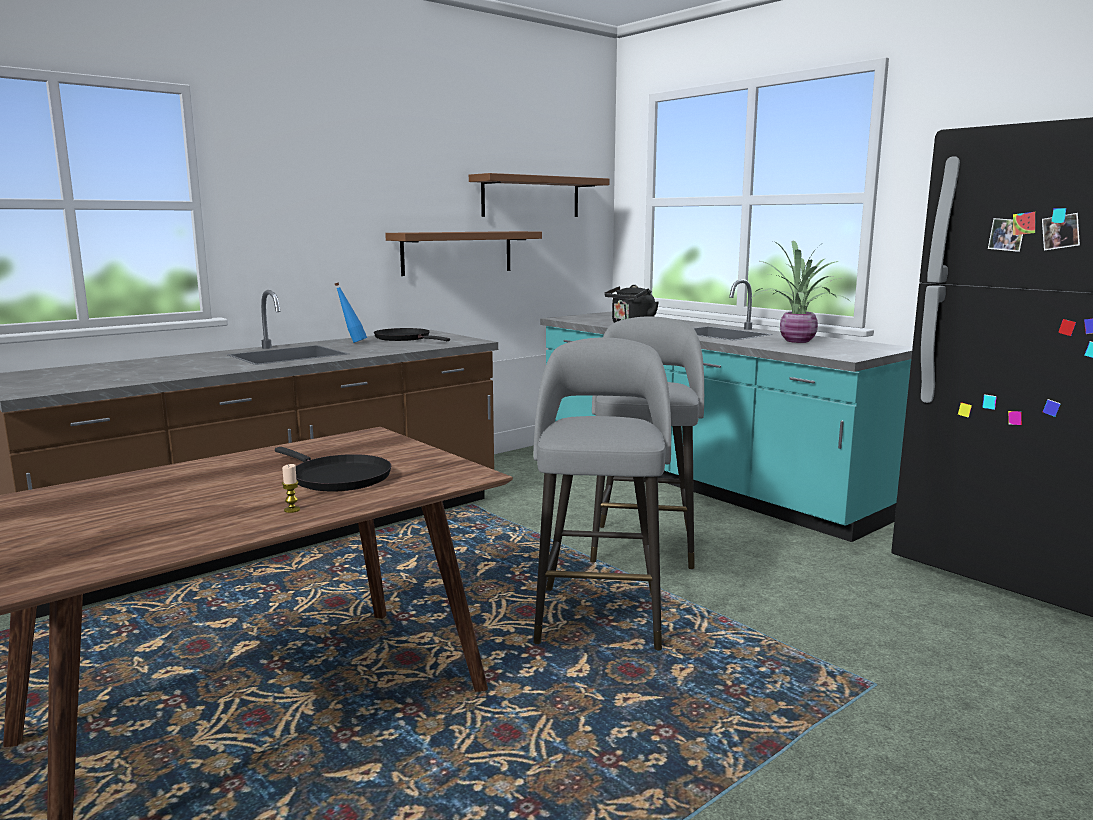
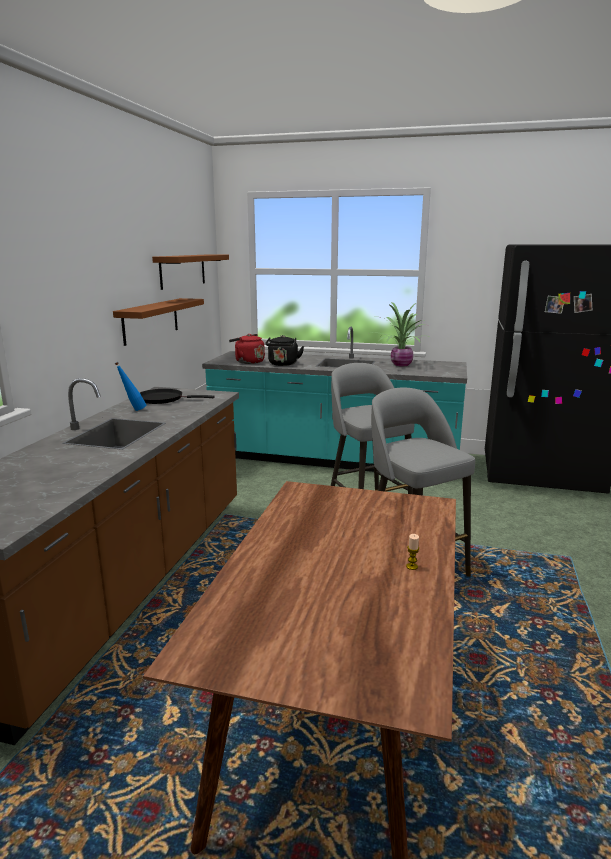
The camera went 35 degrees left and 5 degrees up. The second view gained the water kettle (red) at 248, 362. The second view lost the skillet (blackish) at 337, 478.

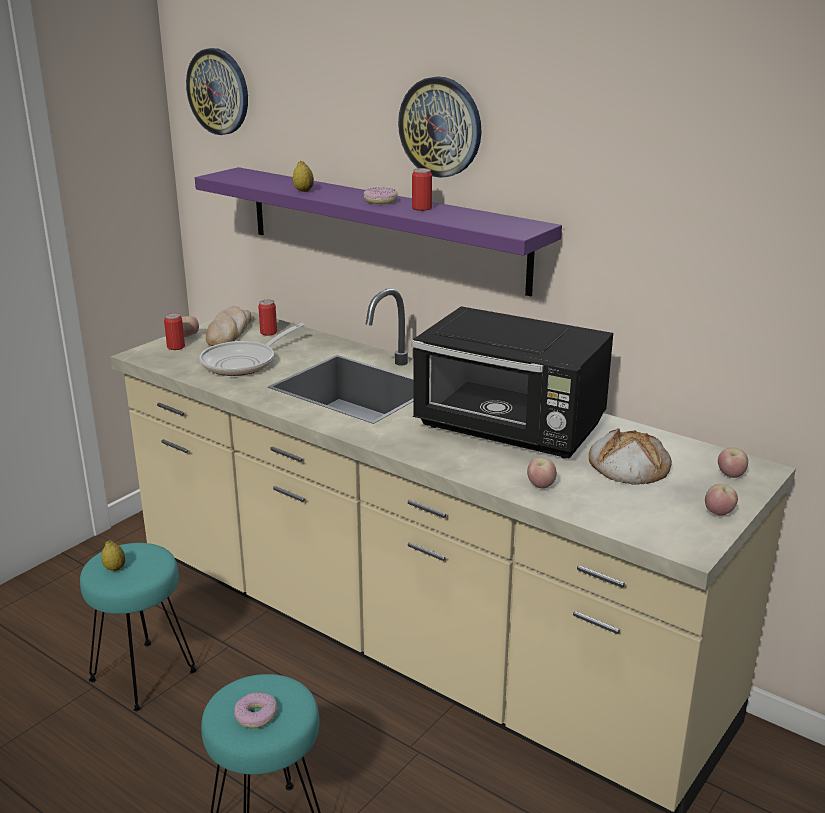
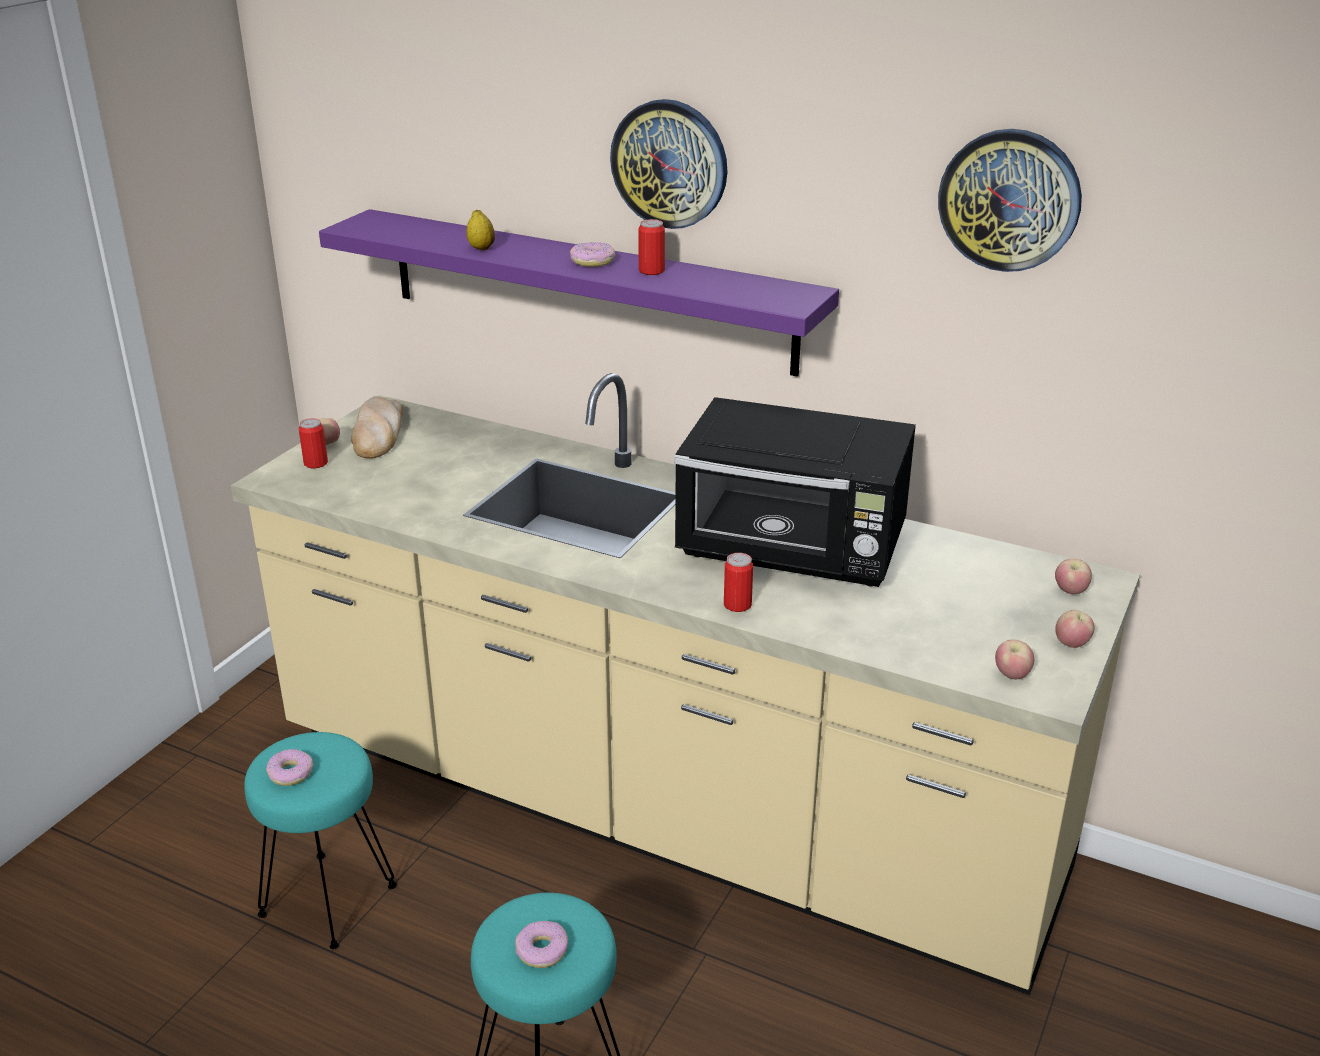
The camera went 10 degrees left and 5 degrees up. Where the lemon stood at 114, 568, the ring doughnut came to stand at 291, 773. The sealed can ended up elsewhere, having gone from 268, 332 to 737, 605. The wall clock ended up elsewhere, having gone from 218, 91 to 1009, 200. The whole apple ended up elsewhere, having gone from 540, 486 to 1011, 675. The second view lost the skillet at 244, 362. The second view lost the baked bread at 628, 465.

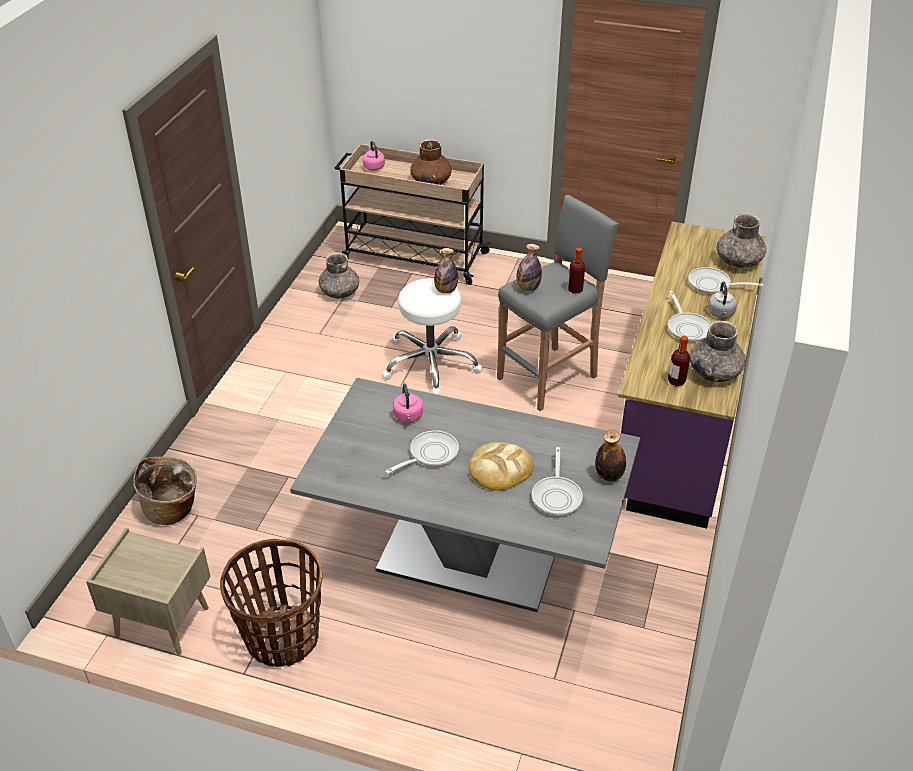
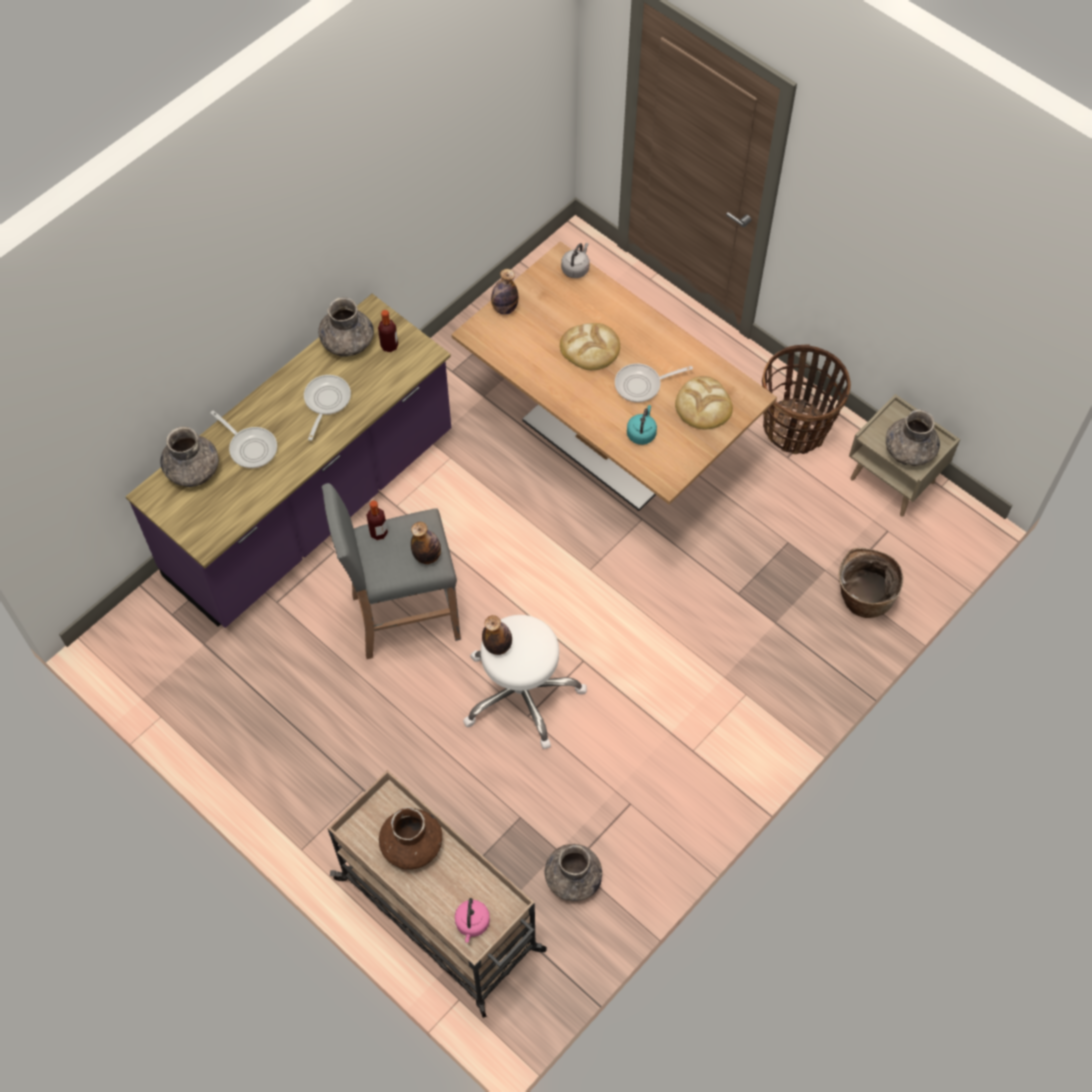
The camera went 155 degrees left and 20 degrees up. What was the kitchen table (greyish) at 468, 557 turned into the kitchen table (brown) at 607, 439. The water kettle (greyish) ended up elsewhere, having gone from 720, 314 to 576, 268. What was the water kettle (pink-coloured) at 408, 416 turned into the water kettle (turquoise) at 641, 433. The second view gained the baked bread at 703, 405. The second view gained the vase (greyish) at 909, 451. The second view lost the skillet at 557, 496.

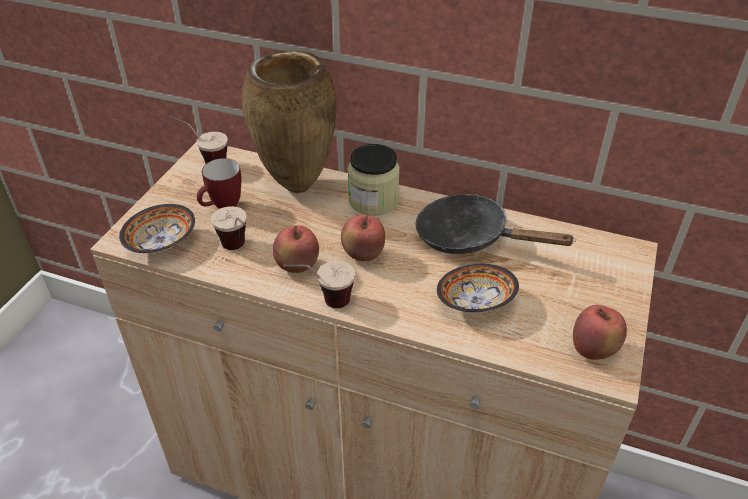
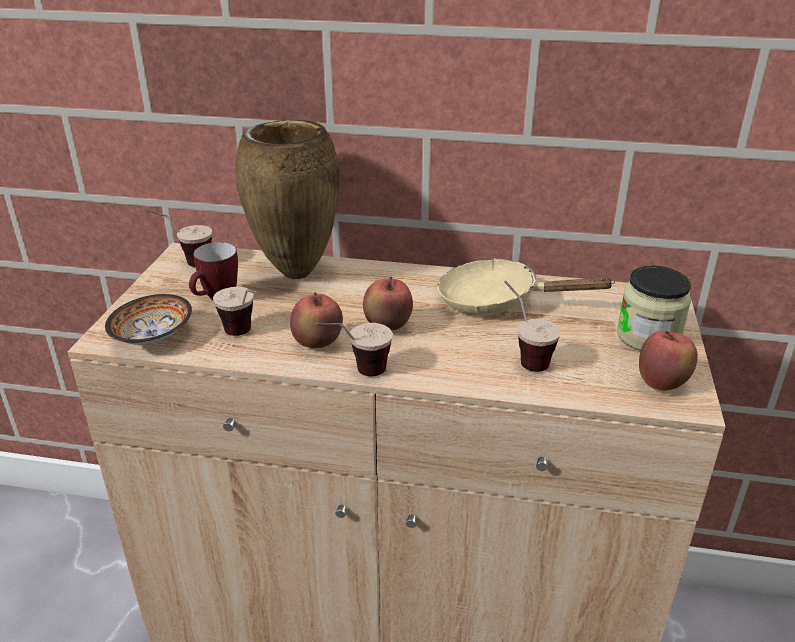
The camera went 10 degrees left and 10 degrees down. What was the skillet (blackish) at 470, 237 turned into the skillet (sand-coloured) at 497, 300. Where the serving bowl stood at 475, 303, the small cup came to stand at 523, 356. The storage jar ended up elsewhere, having gone from 373, 200 to 648, 336.

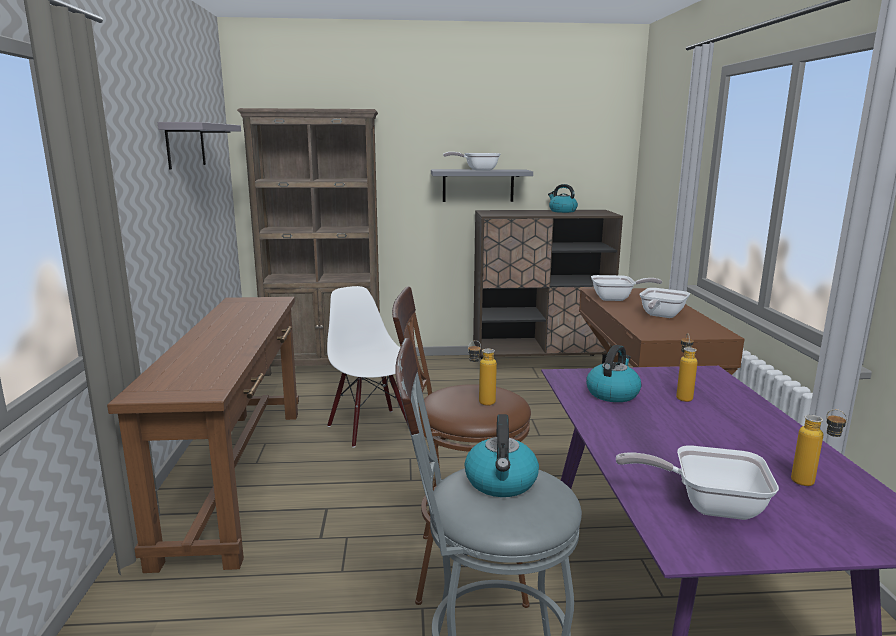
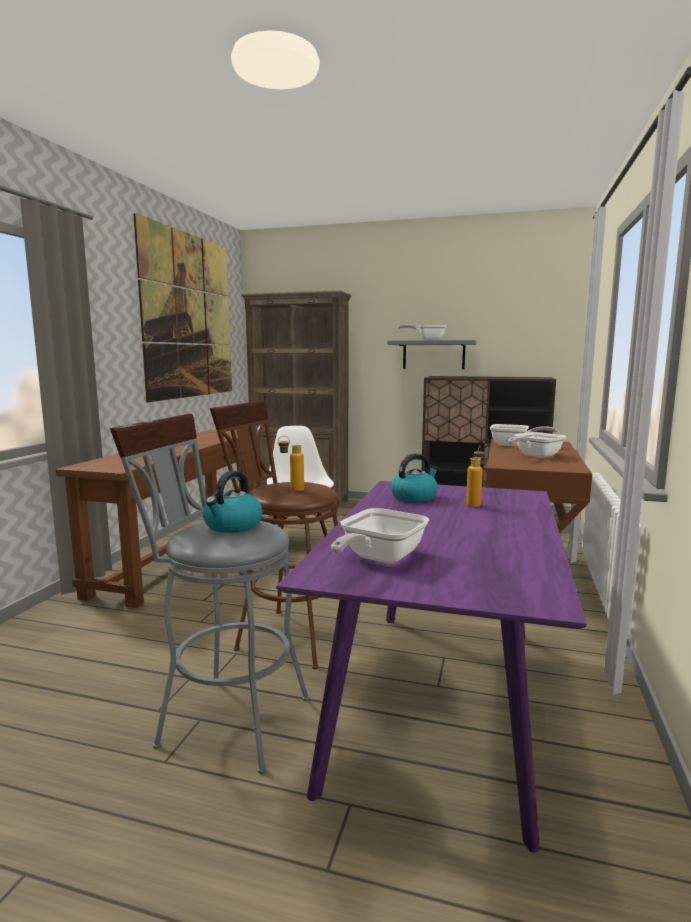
The camera went 20 degrees right and 5 degrees down. Where the bracket shelf (greyish) hung at 185, 145, the wall picture came to hang at 189, 316. The skillet at 707, 504 ended up facing another way, 90 degrees counterclockwise from before. The second view lost the water kettle at 562, 211. The second view lost the bottle at 811, 485.

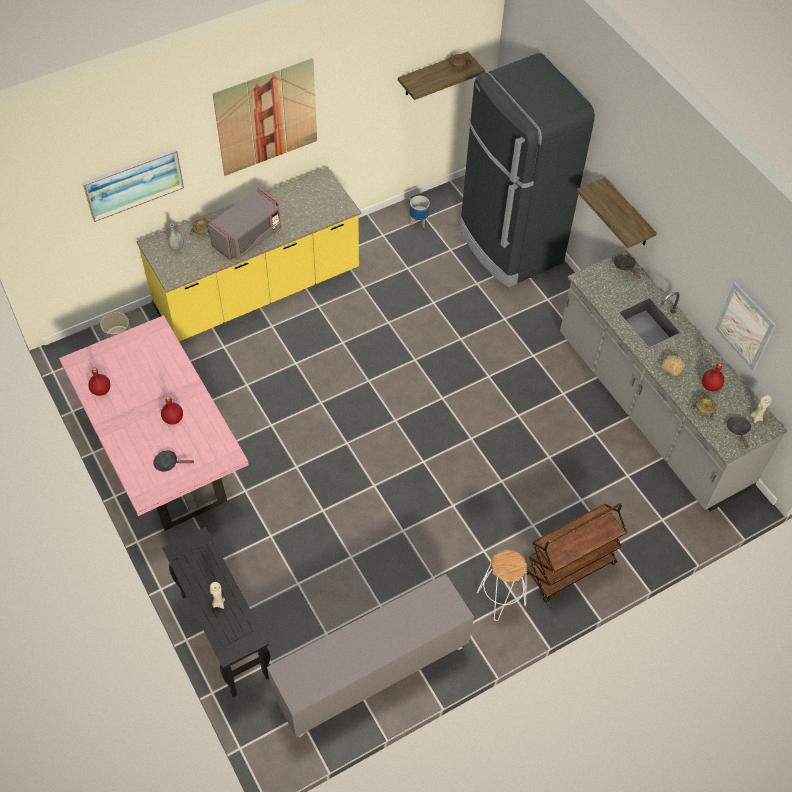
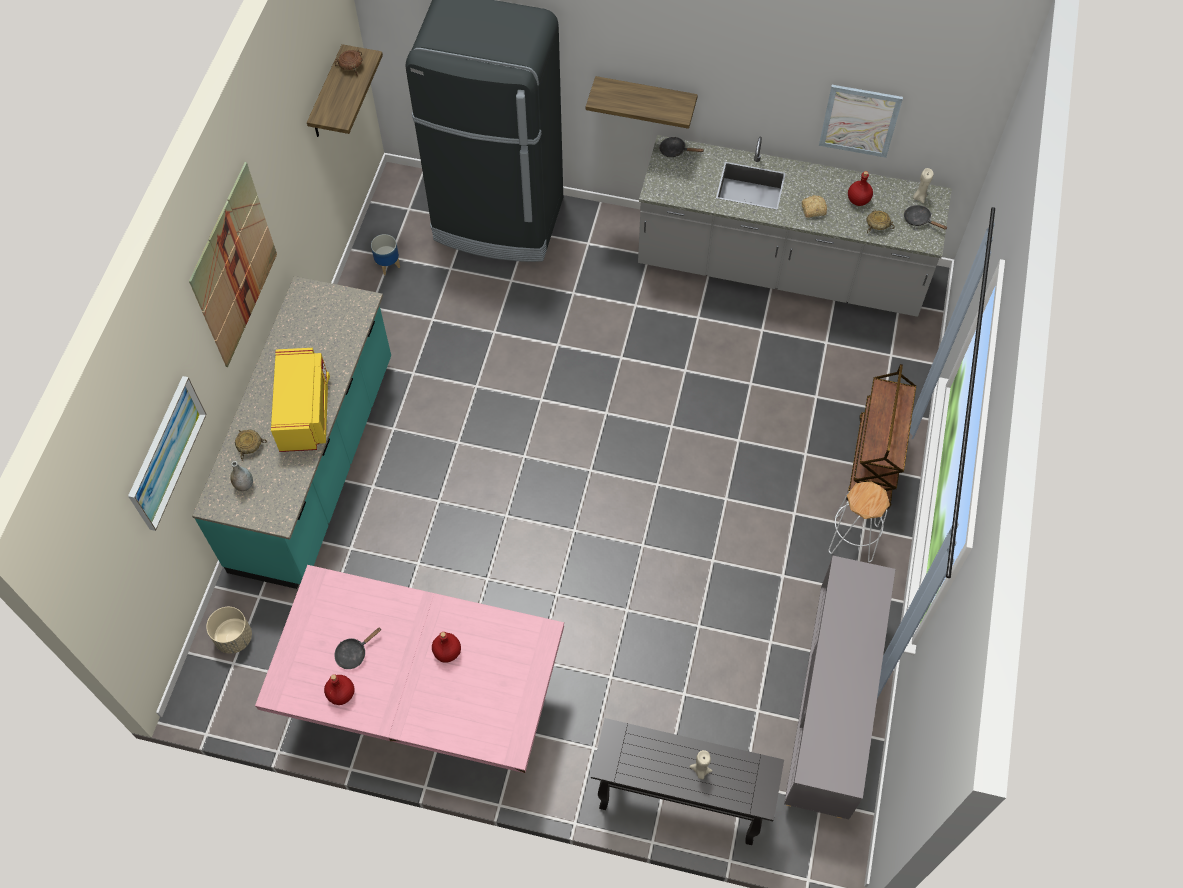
The camera went 45 degrees left and 5 degrees up. What was the counter (yellow-coloured) at 258, 290 turned into the counter (turquoise) at 315, 464. What was the microwave (greyish) at 248, 237 turned into the microwave (yellow-coloured) at 304, 412. The skillet (blackish) ended up elsewhere, having gone from 169, 463 to 354, 653.

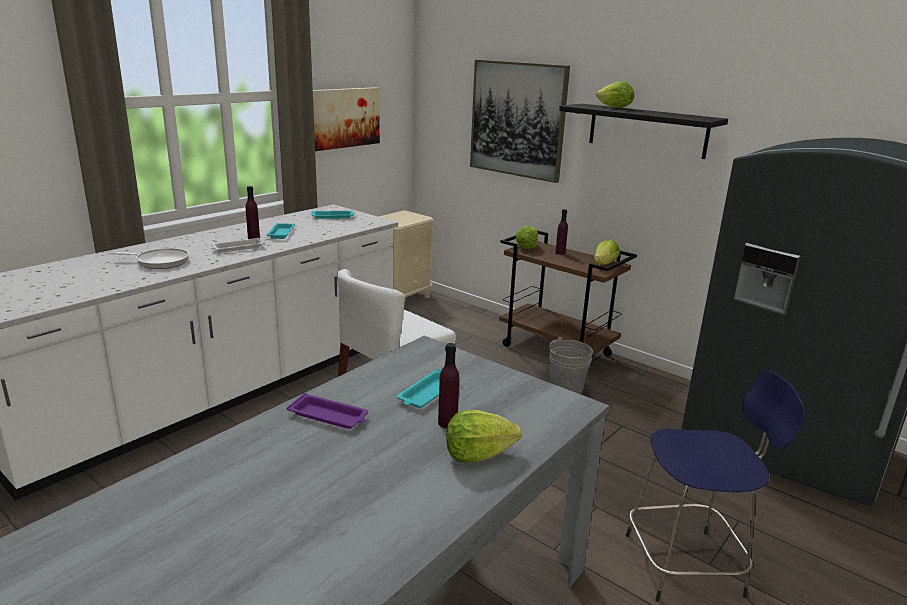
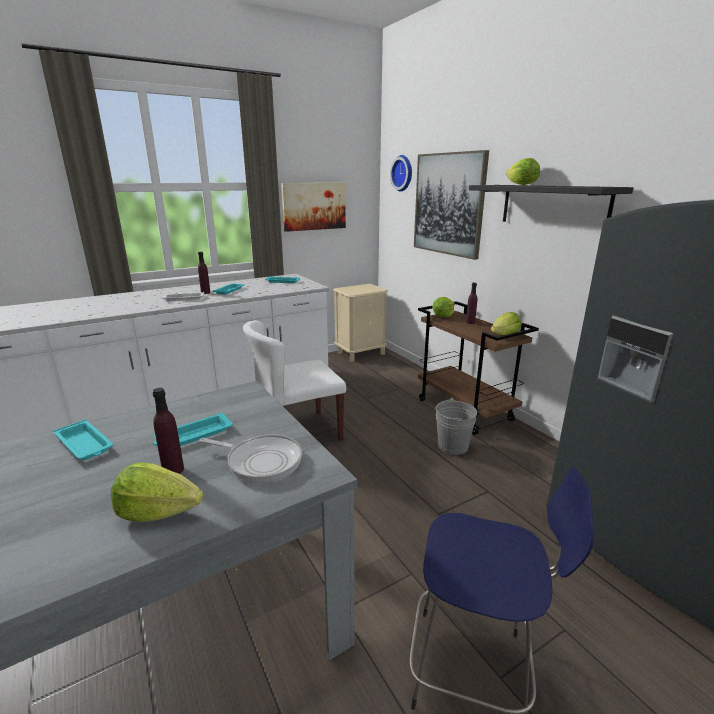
The camera went 20 degrees right and 0 degrees up. What was the serving tray (purple-coloured) at 329, 416 turned into the serving tray (turquoise) at 85, 444. The skillet ended up elsewhere, having gone from 160, 262 to 261, 461. The second view gained the wall clock at 403, 173.

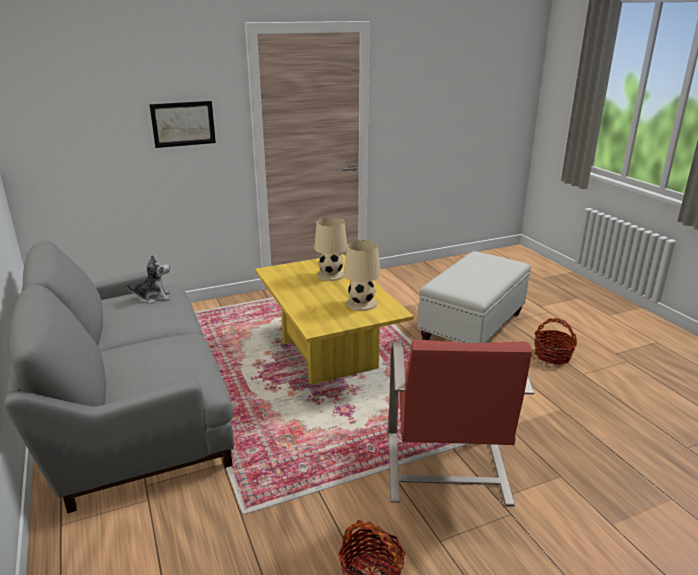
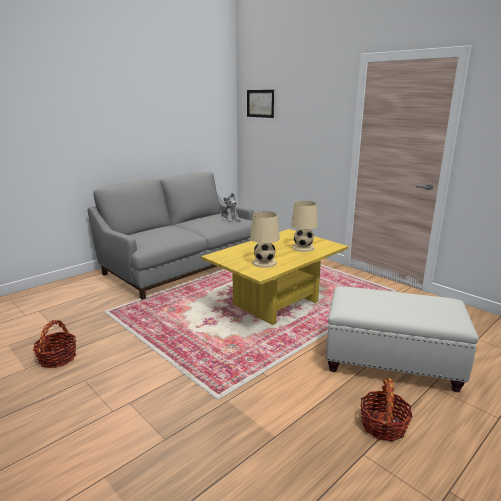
The camera went 70 degrees right and 5 degrees down. The wall picture ended up elsewhere, having gone from 183, 124 to 260, 103. The second view lost the armchair (red) at 446, 469.

